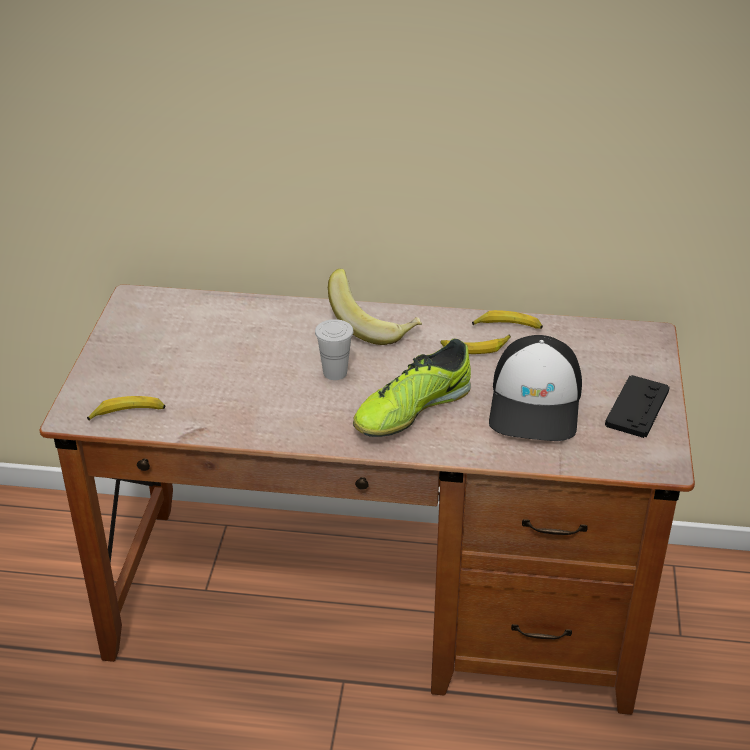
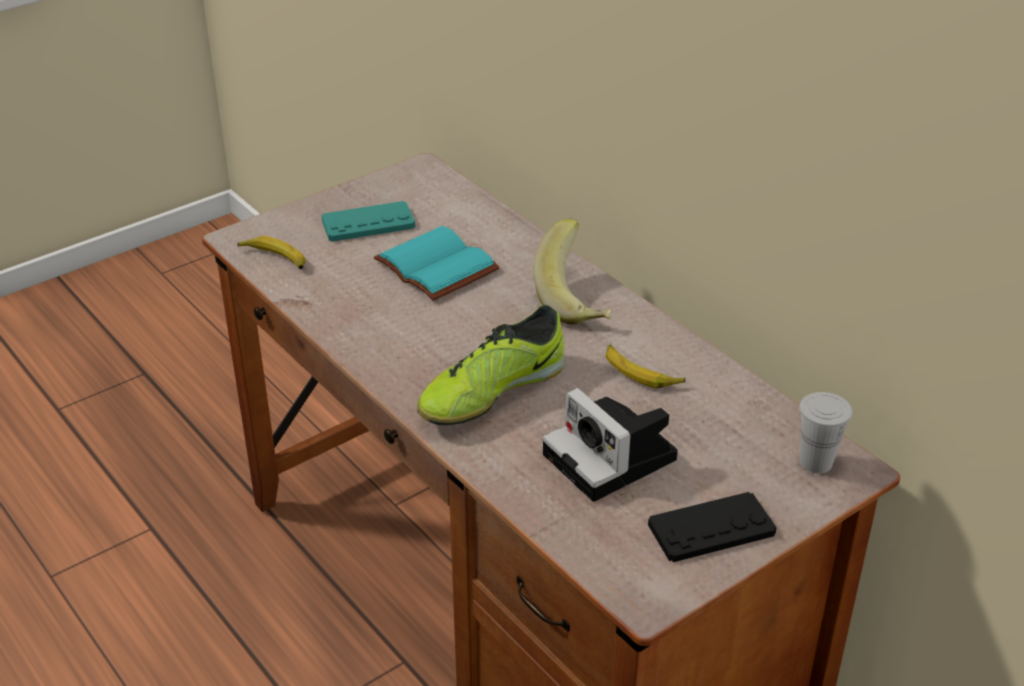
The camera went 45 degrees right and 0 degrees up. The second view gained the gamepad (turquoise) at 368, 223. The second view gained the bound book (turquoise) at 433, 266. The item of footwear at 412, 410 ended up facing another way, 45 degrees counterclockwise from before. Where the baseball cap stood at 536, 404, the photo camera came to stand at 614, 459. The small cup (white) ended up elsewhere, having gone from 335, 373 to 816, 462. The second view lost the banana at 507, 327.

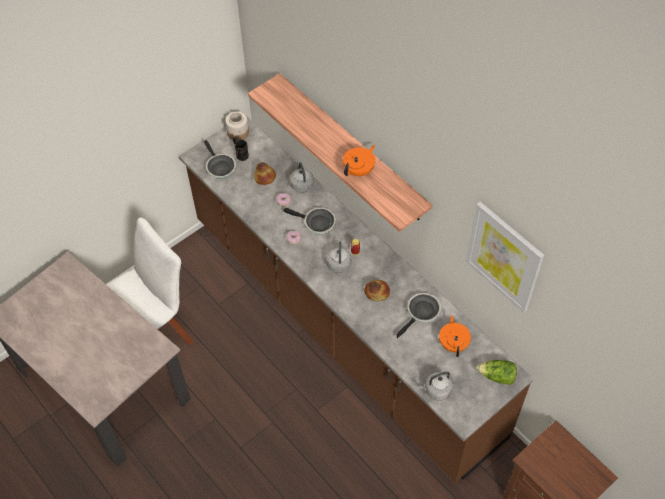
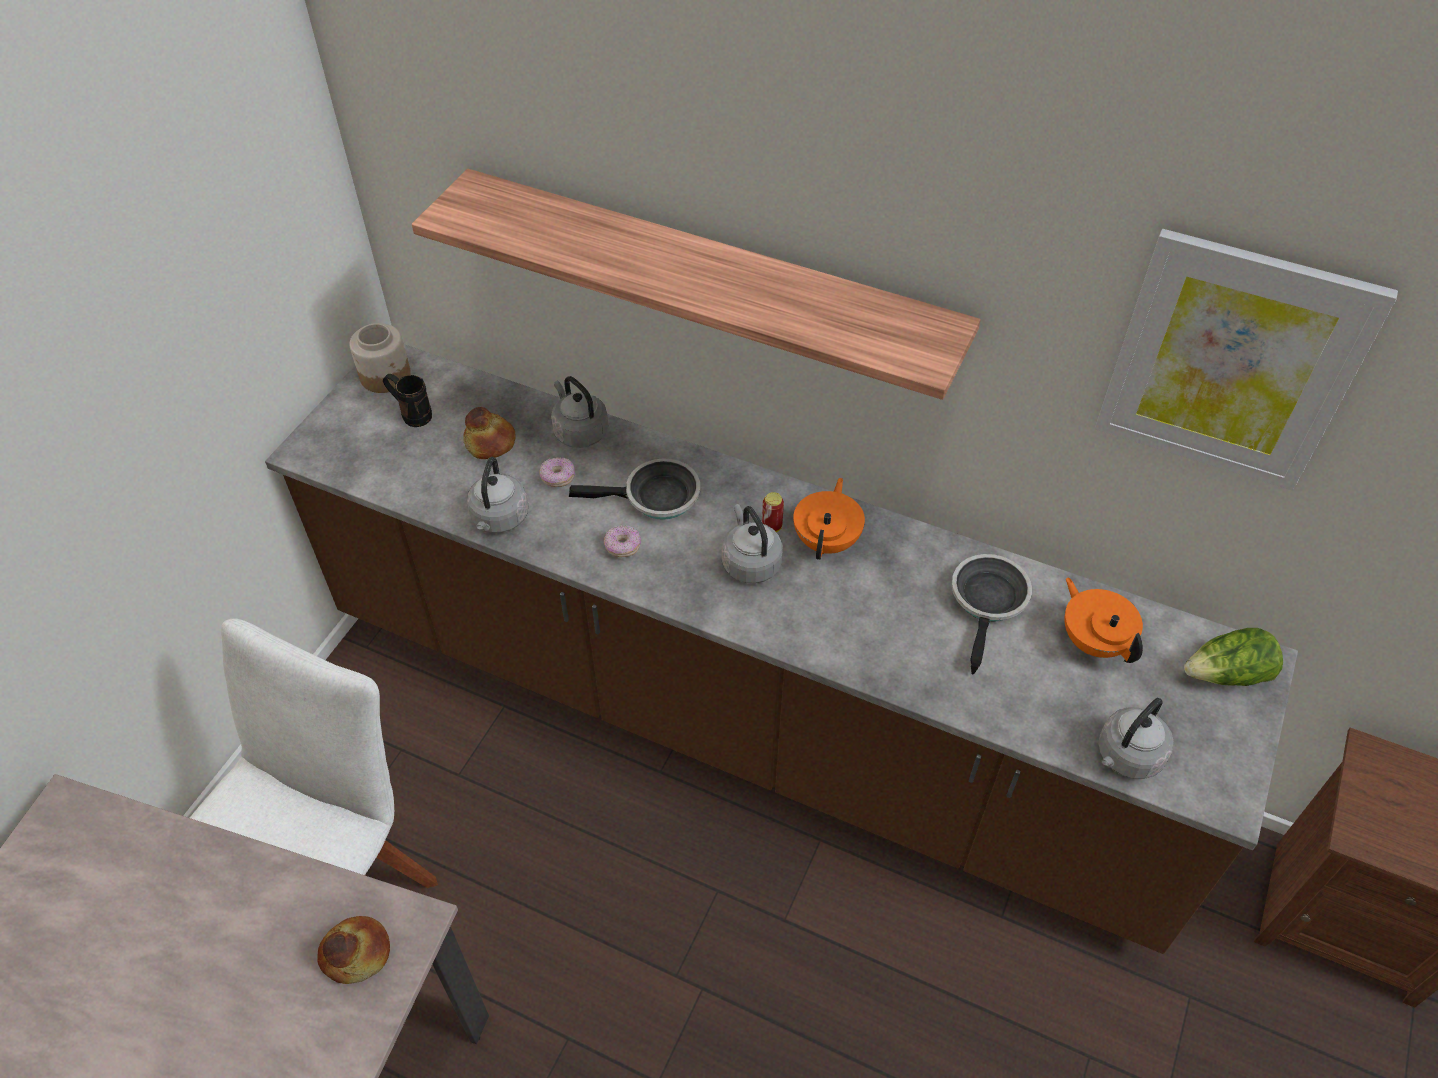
The camera went 25 degrees left and 5 degrees down. The baked bread ended up elsewhere, having gone from 377, 293 to 357, 954. The second view gained the water kettle (greyish) at 499, 519. The tea pot (orange-coloured) ended up elsewhere, having gone from 359, 170 to 827, 540. The second view lost the skillet at 219, 167.

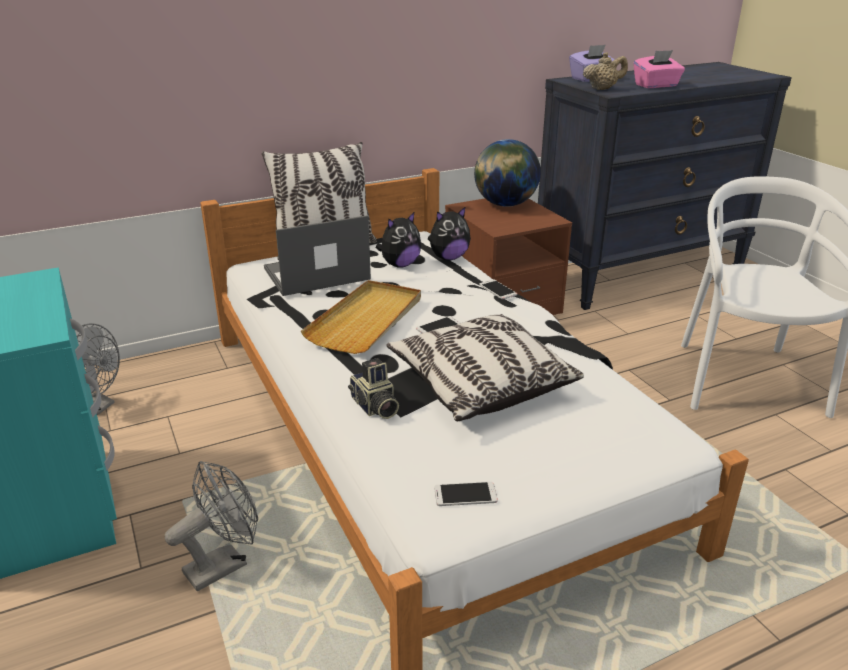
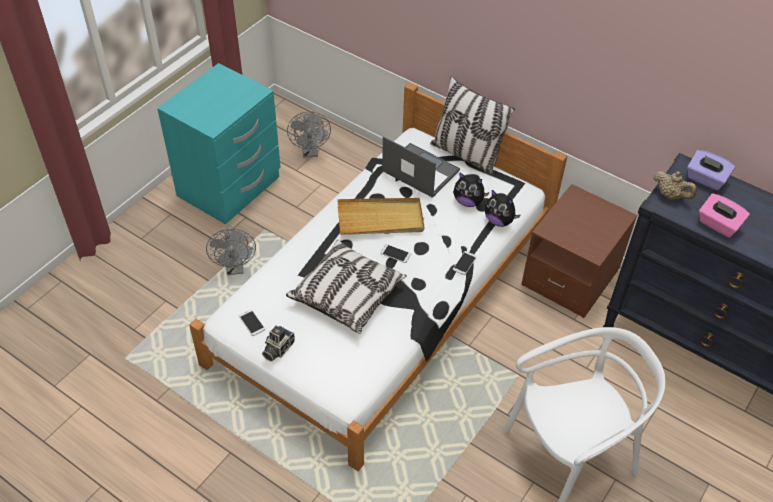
The camera went 60 degrees right and 20 degrees up. The fan (greyish) at 224, 564 ended up facing another way, 60 degrees clockwise from before. The photo camera ended up elsewhere, having gone from 374, 407 to 277, 349. The second view lost the globe at 505, 204.

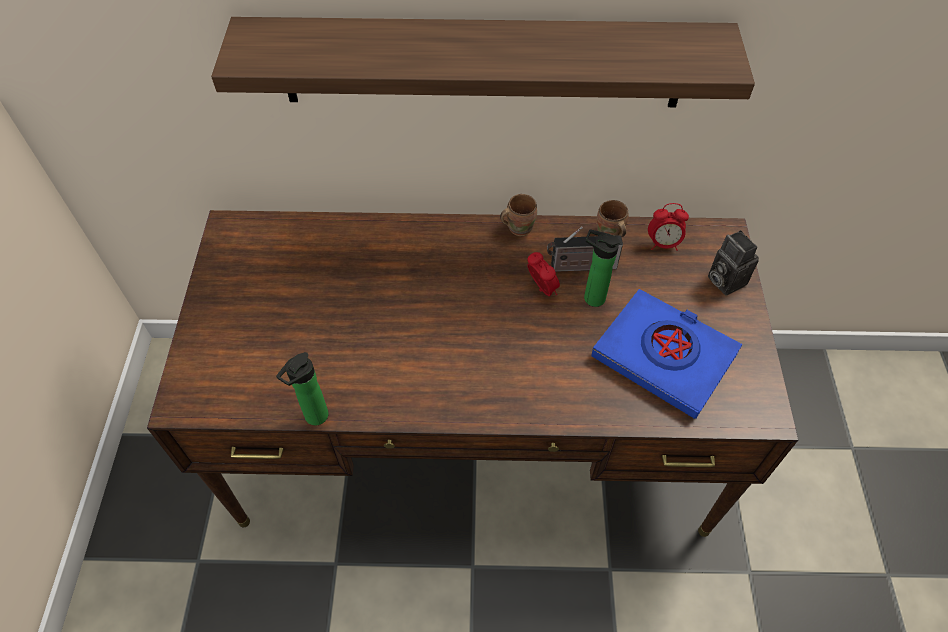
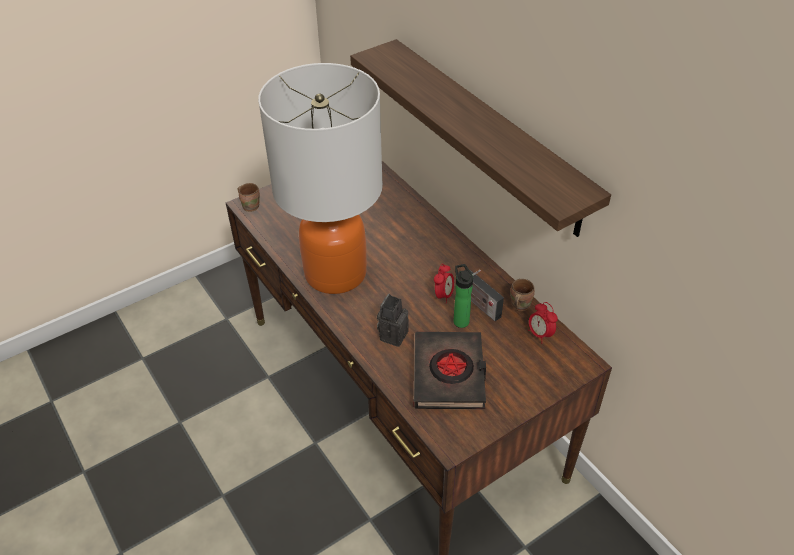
The camera went 55 degrees right and 10 degrees down. The coffee mug (brown) ended up elsewhere, having gone from 518, 227 to 251, 206. The second view gained the lamp for a table at 335, 273. The photo camera ended up elsewhere, having gone from 723, 280 to 392, 334. What was the bound book (blue-coloured) at 664, 356 turned into the bound book (blackish) at 449, 374. The second view lost the bottle at 314, 418.

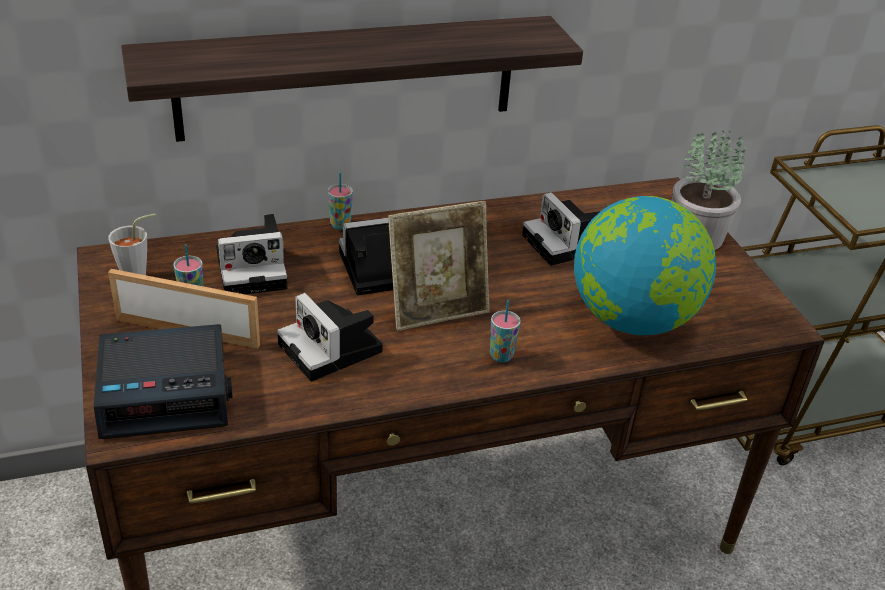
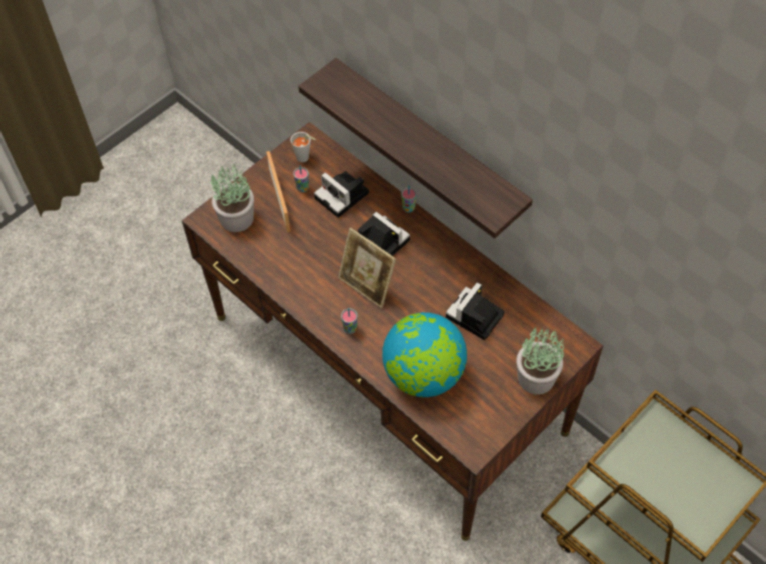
The camera went 65 degrees right and 20 degrees up. Where the bedside clock stood at 166, 392, the houseplant came to stand at 237, 218. The second view lost the photo camera at 333, 349.

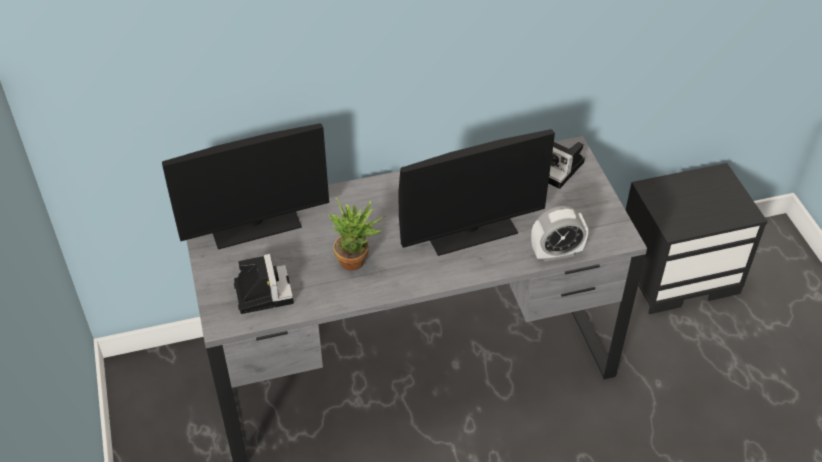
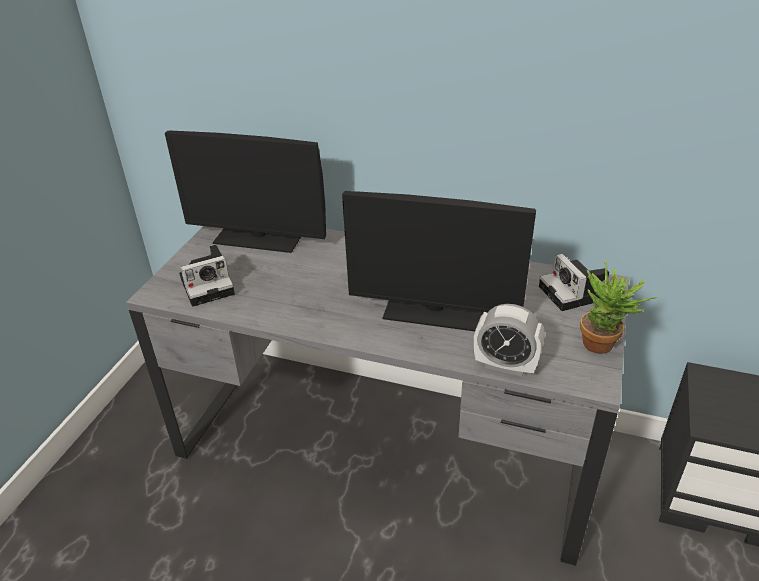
The camera went 35 degrees right and 10 degrees down. The photo camera at 262, 291 ended up facing another way, 45 degrees clockwise from before. The houseplant ended up elsewhere, having gone from 357, 261 to 604, 346.

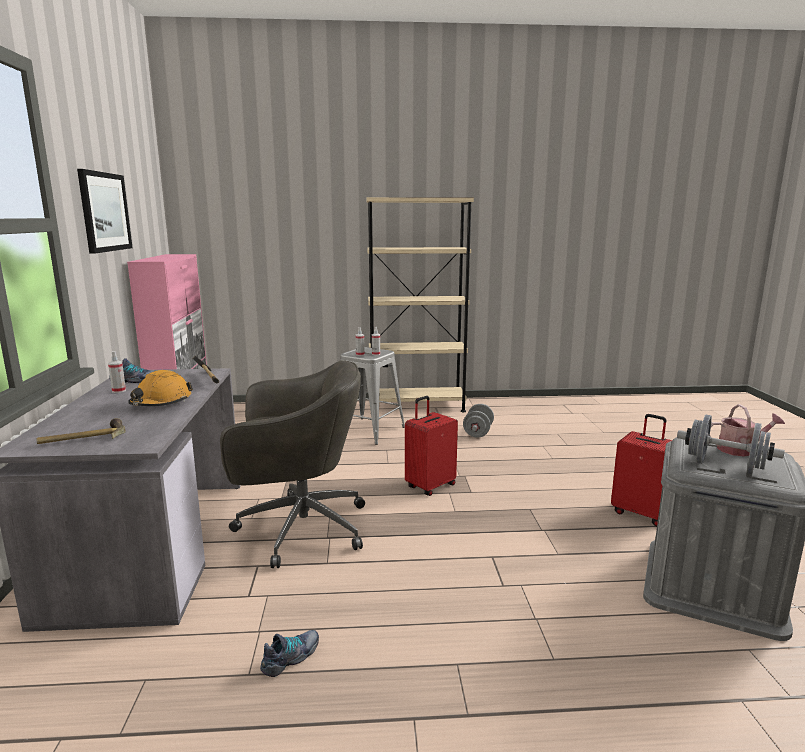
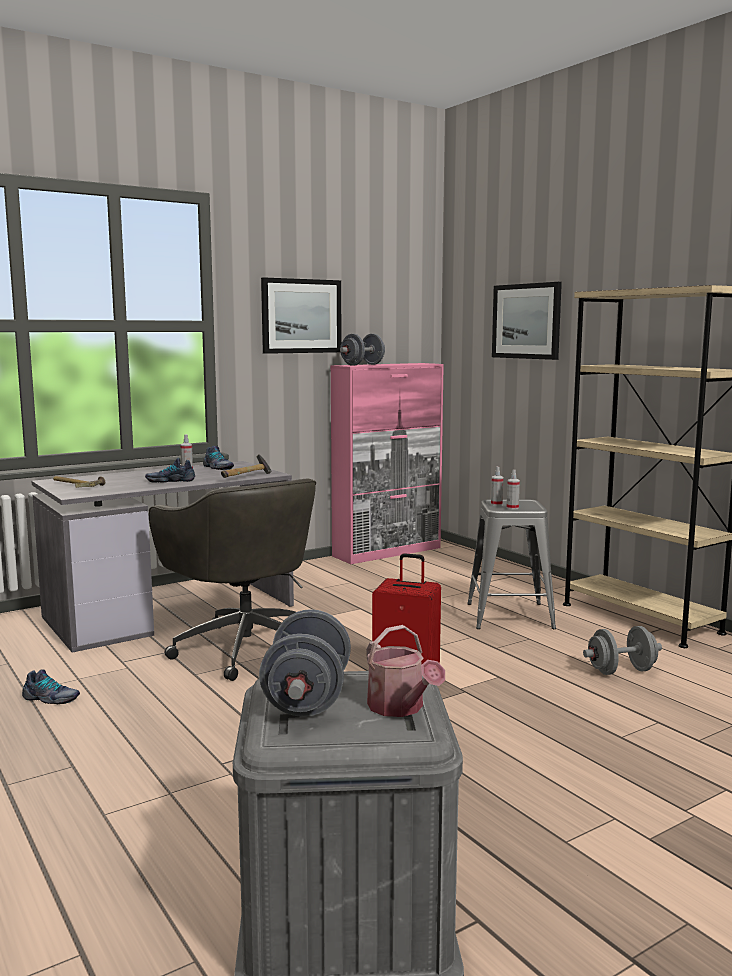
The camera went 60 degrees right and 5 degrees down. Where the safety helmet (orange-coloured) stood at 161, 402, the item of footwear came to stand at 170, 481. The second view gained the hand weight (greyish) at 362, 365. The second view gained the wall picture at 526, 321. The second view lost the suitcase (red) at 640, 513.

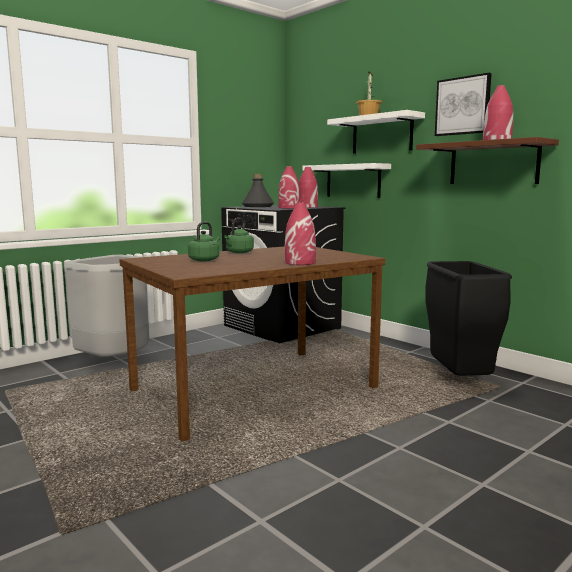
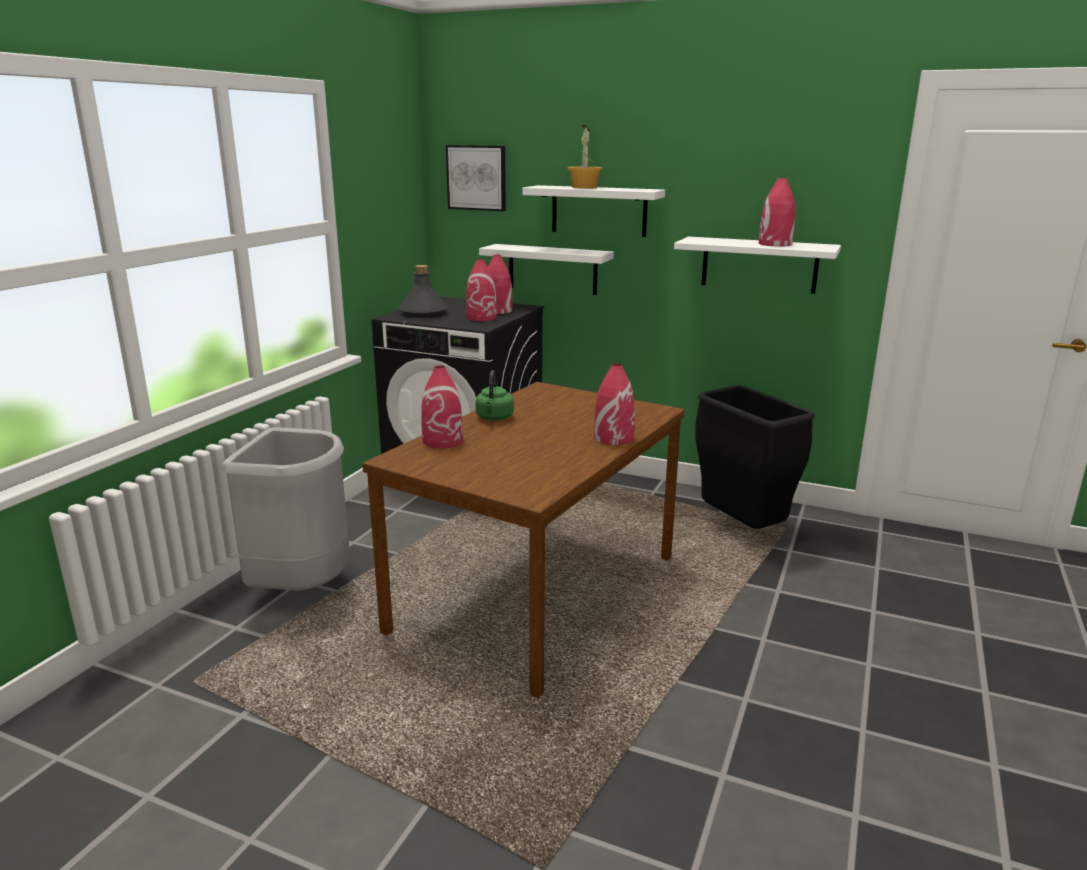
The camera went 25 degrees left and 10 degrees up. The second view gained the vase (red) at 443, 441. The wall picture ended up elsewhere, having gone from 463, 106 to 477, 177. What was the bracket shelf (brown) at 493, 163 turned into the bracket shelf (white) at 759, 264. The second view lost the water kettle (green-coloured) at 205, 260.

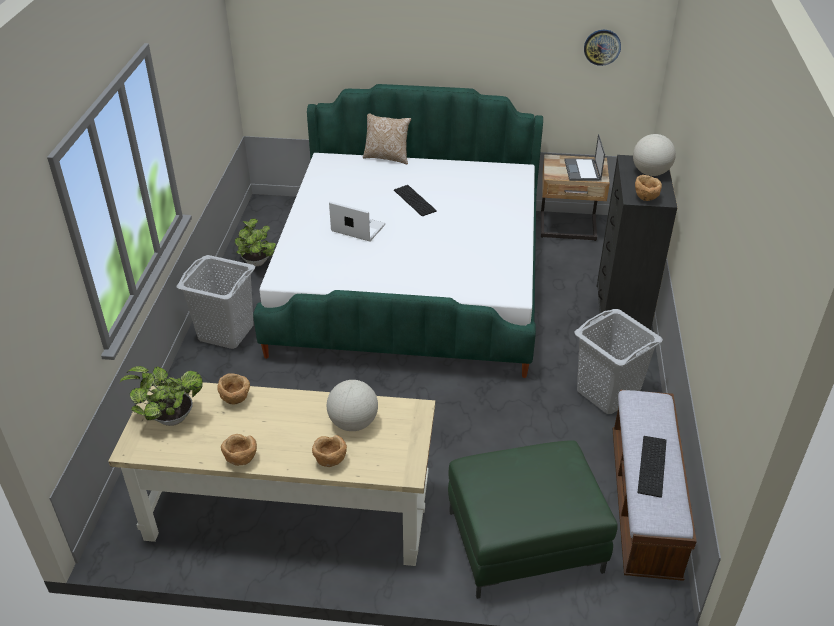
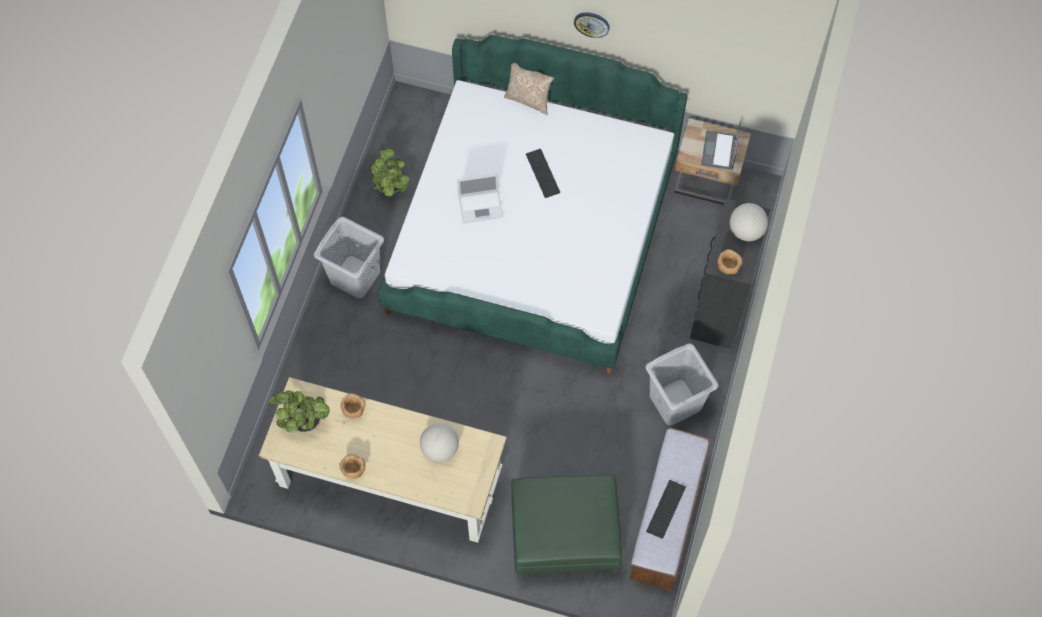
The camera went 10 degrees right and 25 degrees up. The notebook computer at 357, 228 ended up facing another way, 135 degrees clockwise from before. The wall clock ended up elsewhere, having gone from 602, 47 to 592, 24. The second view lost the serving bowl (brown) at 330, 461.

